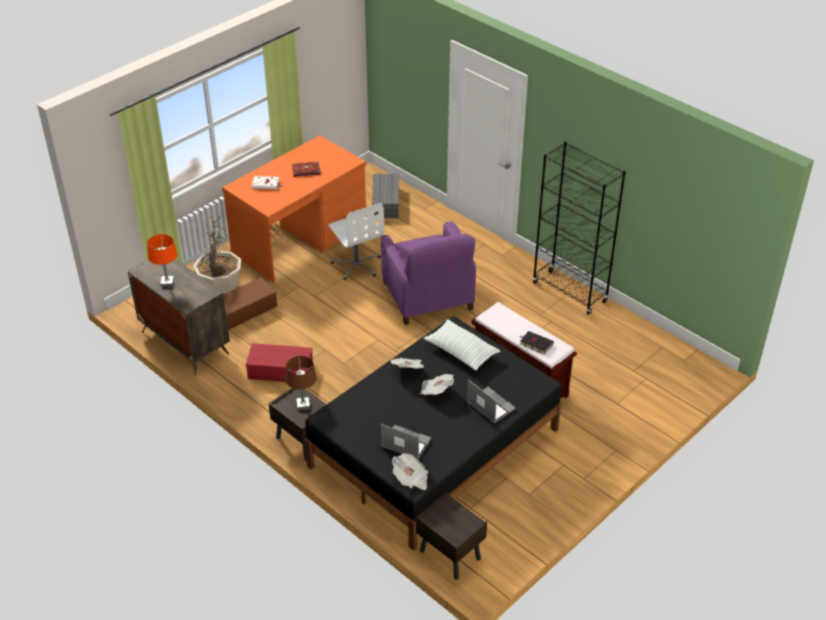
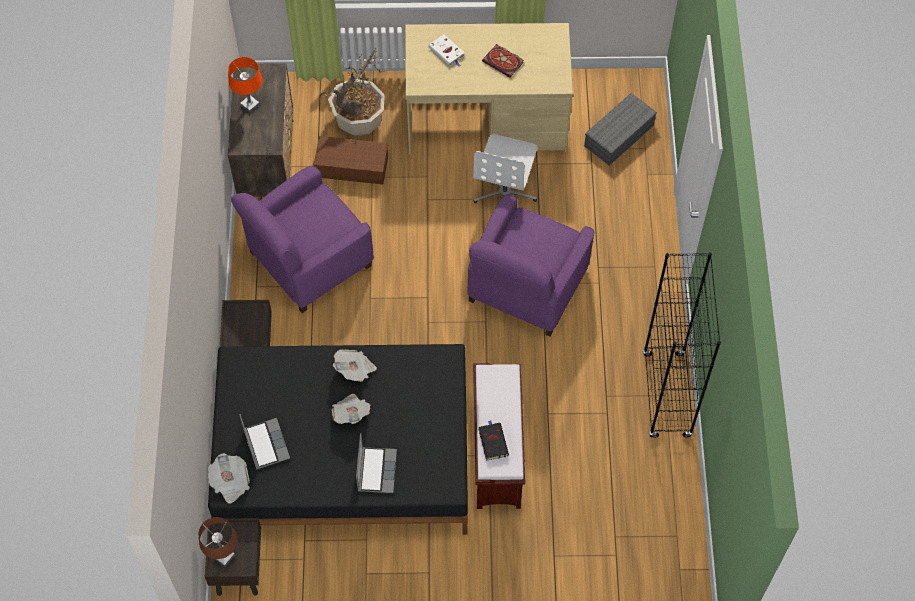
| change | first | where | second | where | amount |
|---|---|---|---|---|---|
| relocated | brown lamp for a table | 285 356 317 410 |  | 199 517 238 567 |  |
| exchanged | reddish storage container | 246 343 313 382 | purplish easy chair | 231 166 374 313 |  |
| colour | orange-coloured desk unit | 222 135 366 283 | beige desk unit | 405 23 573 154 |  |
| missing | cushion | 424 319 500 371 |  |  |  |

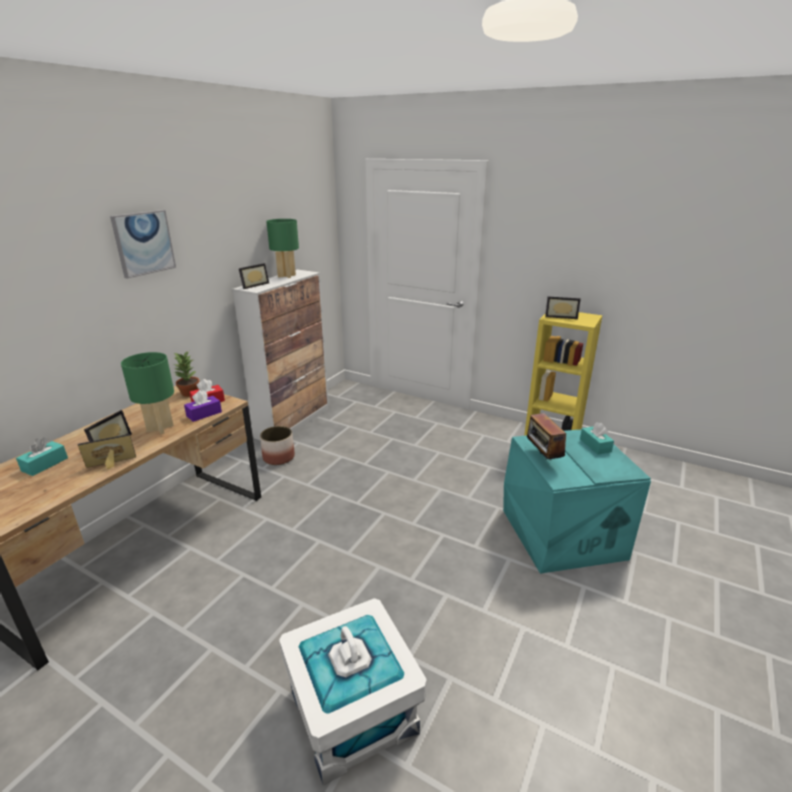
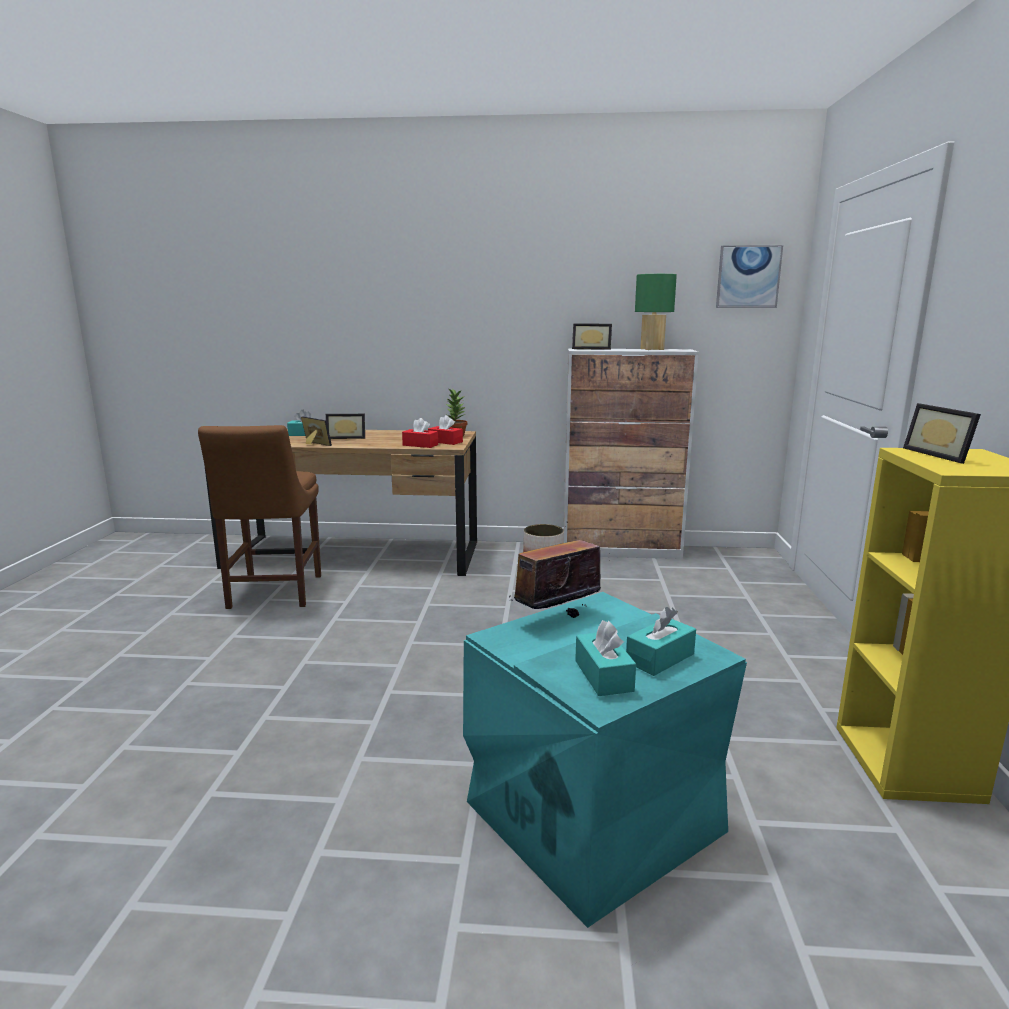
| change | first | where | second | where | amount |
|---|---|---|---|---|---|
| appeared |  |  | brown plain chair | 198 425 321 609 |  |
| colour | purplish tissue holder | 184 390 222 422 | reddish tissue holder | 402 418 438 448 |  |
| appeared |  |  | blue-green tissue holder | 575 620 636 696 |  |
| relocated | wall art | 110 210 176 279 |  | 716 245 783 308 |  |
| missing | greenish lamp for a table | 121 352 174 434 |  |  |  |
| missing | white storage container | 279 598 427 785 |  |  |  |

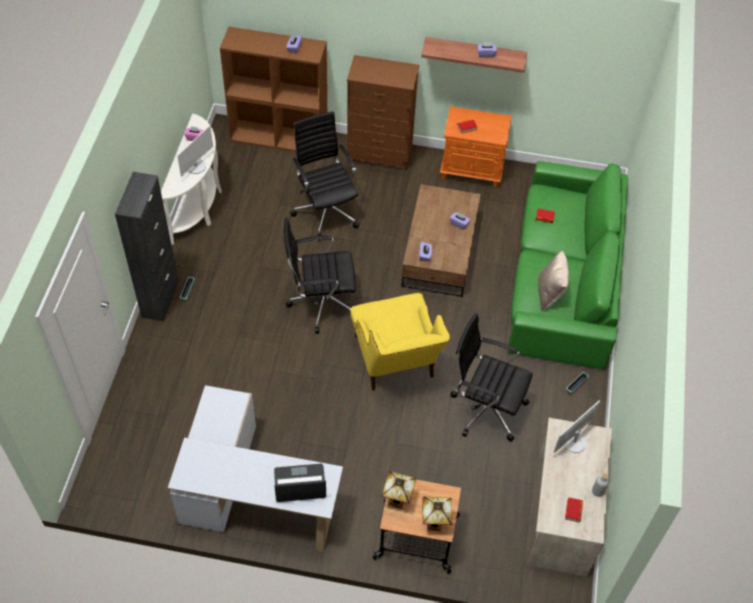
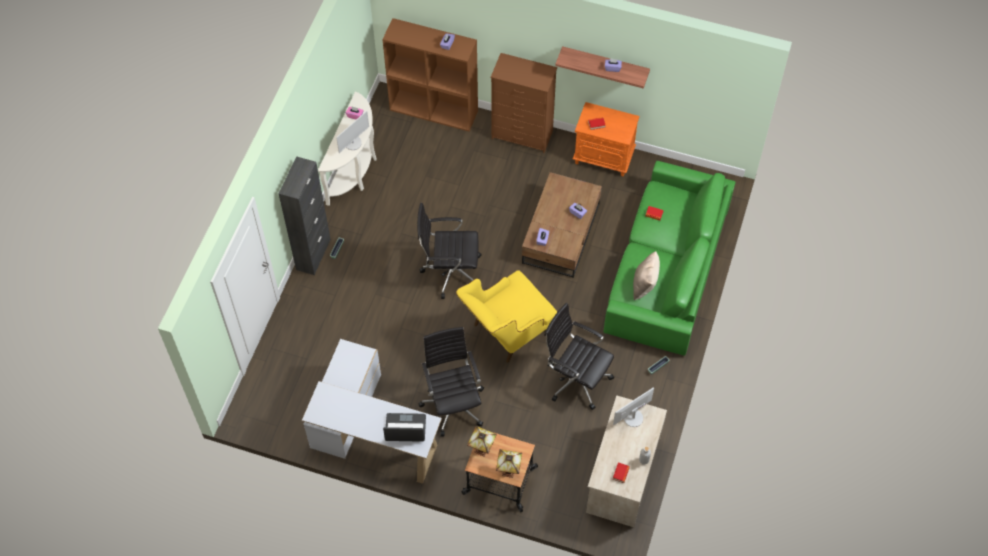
| change | first | where | second | where | amount |
|---|---|---|---|---|---|
| relocated | black desk chair | 290 111 359 236 |  | 418 327 484 437 |  |
| spun | yellowish easy chair | 351 293 451 391 |  | 456 270 557 363 | 60 degrees clockwise |

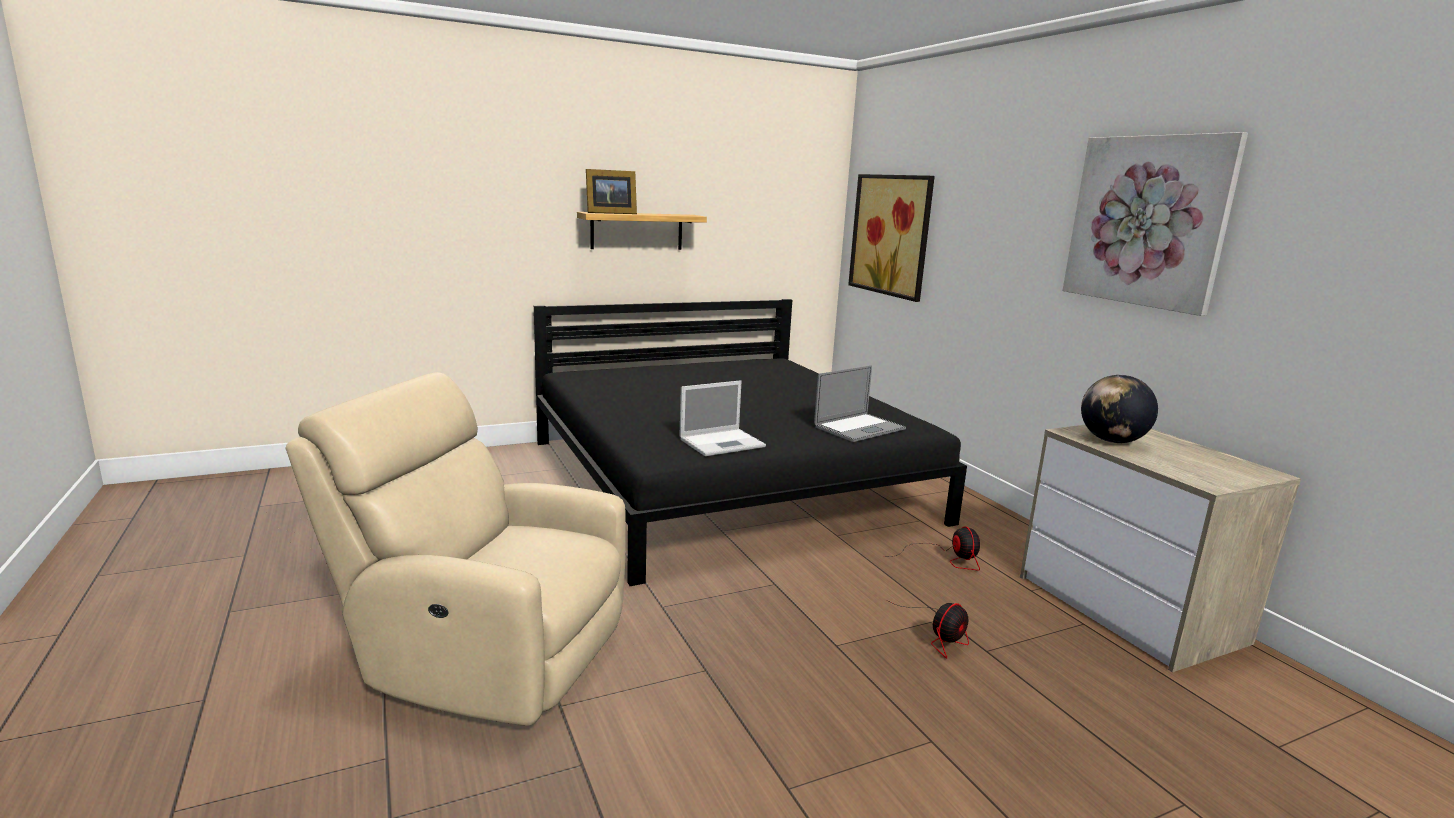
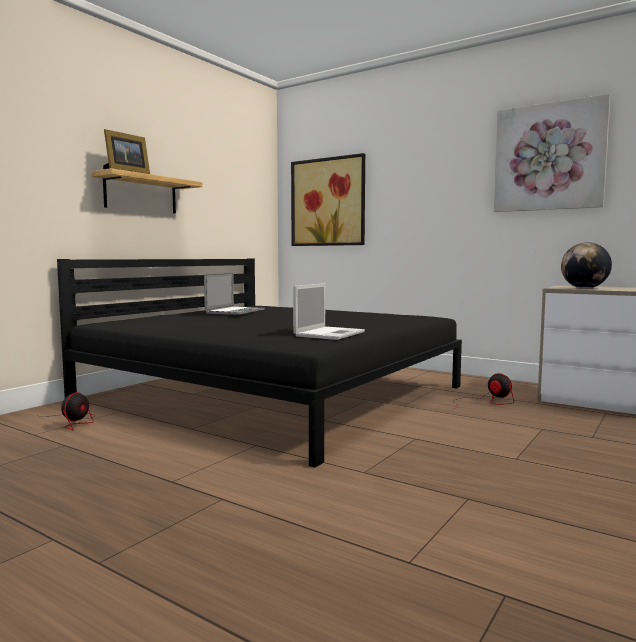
| change | first | where | second | where | amount |
|---|---|---|---|---|---|
| relocated | cooling fan | 887 600 969 659 |  | 42 392 96 431 |  |
| relocated | laptop | 814 365 906 442 |  | 204 272 265 315 |  |
| missing | beige easy chair | 285 372 626 726 |  |  |  |

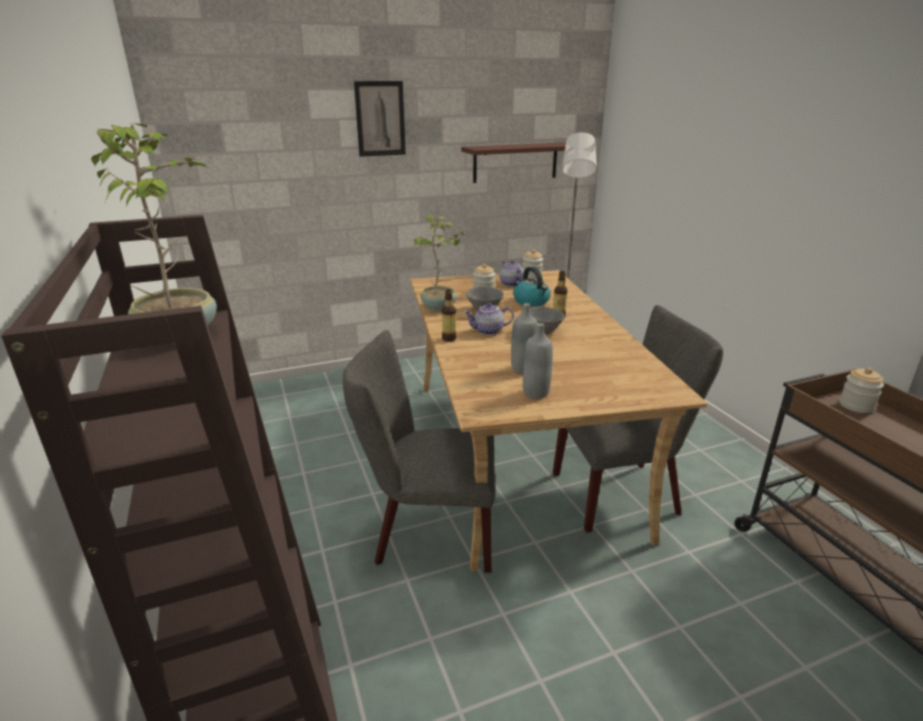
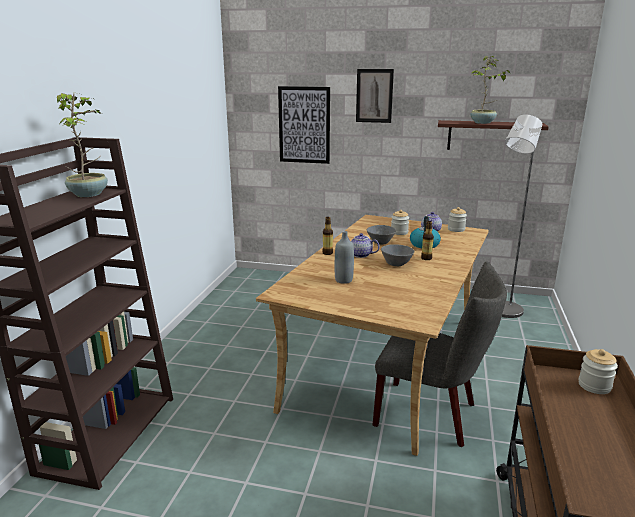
| change | first | where | second | where | amount |
|---|---|---|---|---|---|
| appeared |  |  | wall art | 278 86 330 164 |  |
| relocated | houseplant | 414 215 464 311 |  | 470 56 510 124 |  |
| missing | gray plain chair | 343 330 495 573 |  |  |  |
| missing | gray bottle | 523 323 553 399 |  |  |  |

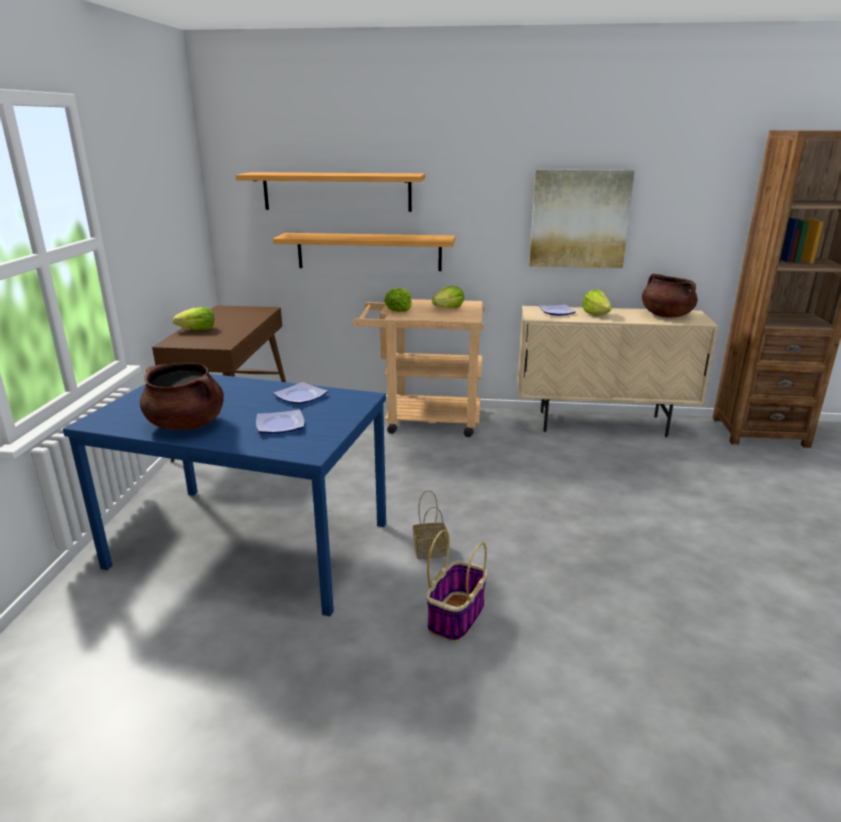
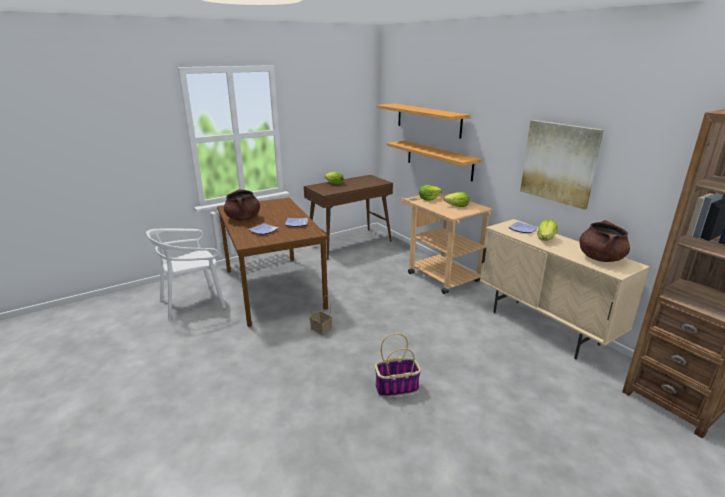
| change | first | where | second | where | amount |
|---|---|---|---|---|---|
| appeared |  |  | white plain chair | 146 229 226 320 |  |
| colour | bluish dining table | 63 374 386 617 | brown dining table | 217 197 328 327 |  |
| relocated | basket | 426 530 487 642 |  | 375 333 421 397 |  |

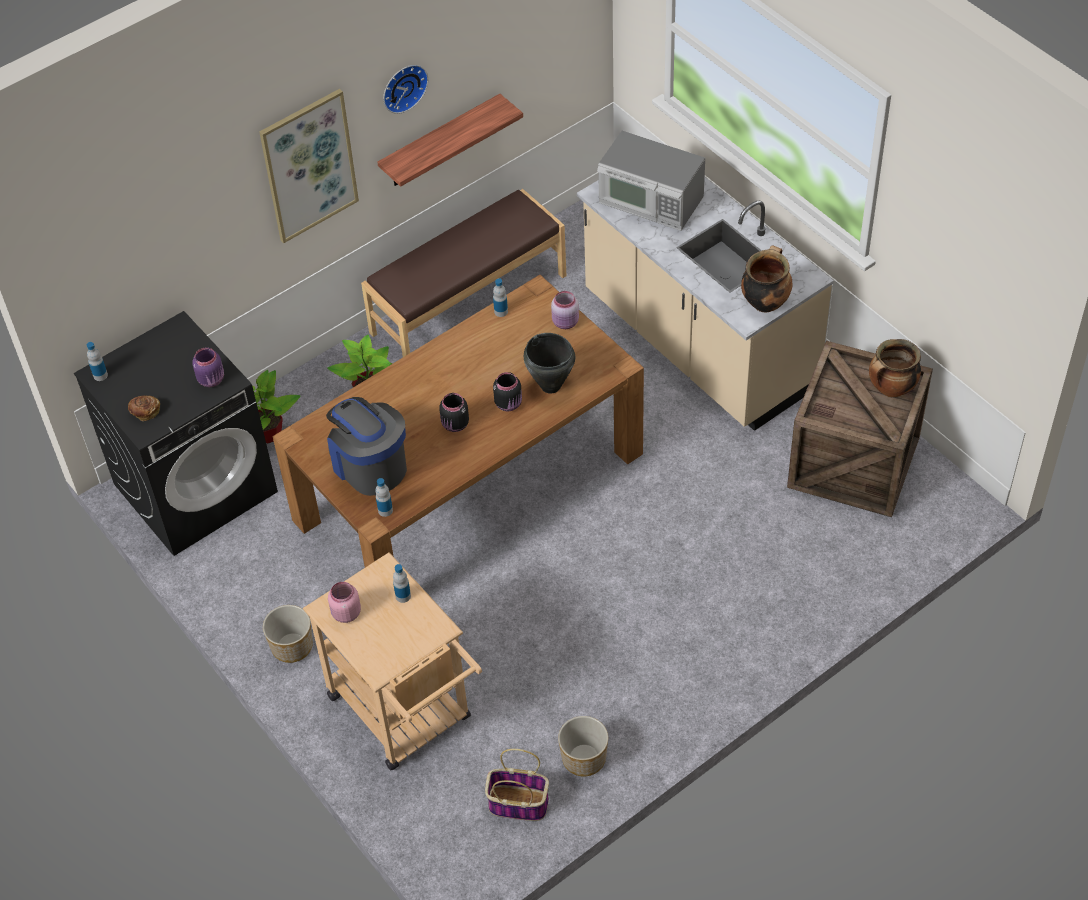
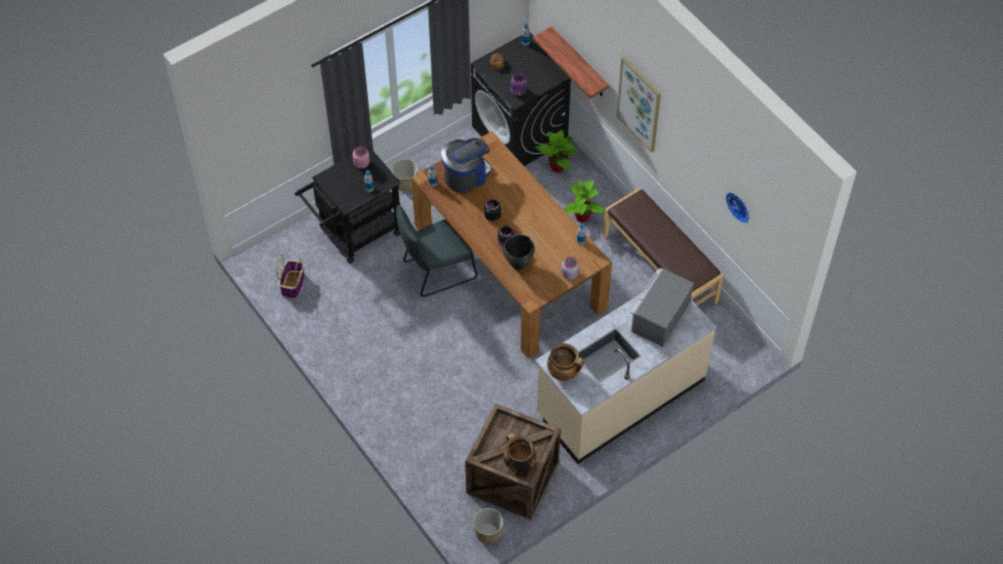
| change | first | where | second | where | amount |
|---|---|---|---|---|---|
| colour | beige cart | 303 552 482 770 | black cart | 295 146 401 263 |  |
| appeared |  |  | gray plain chair | 396 205 477 297 |  |
| relocated | plant pot | 558 716 608 777 |  | 473 508 503 544 |  |
| relocated | bracket shelf | 377 94 523 187 |  | 533 26 609 98 |  |
| relocated | hanging clock | 383 65 428 114 |  | 726 192 749 223 |  |

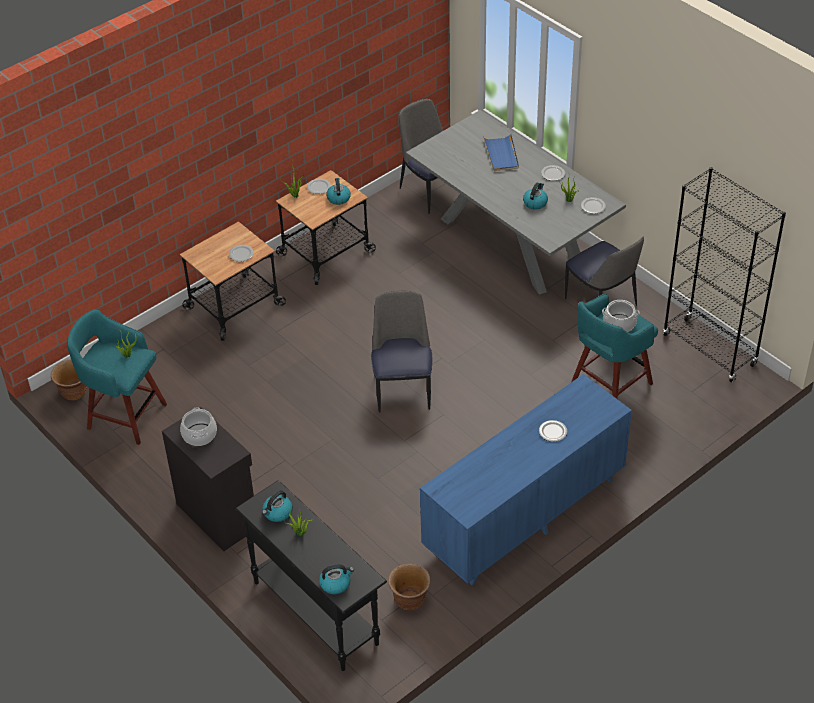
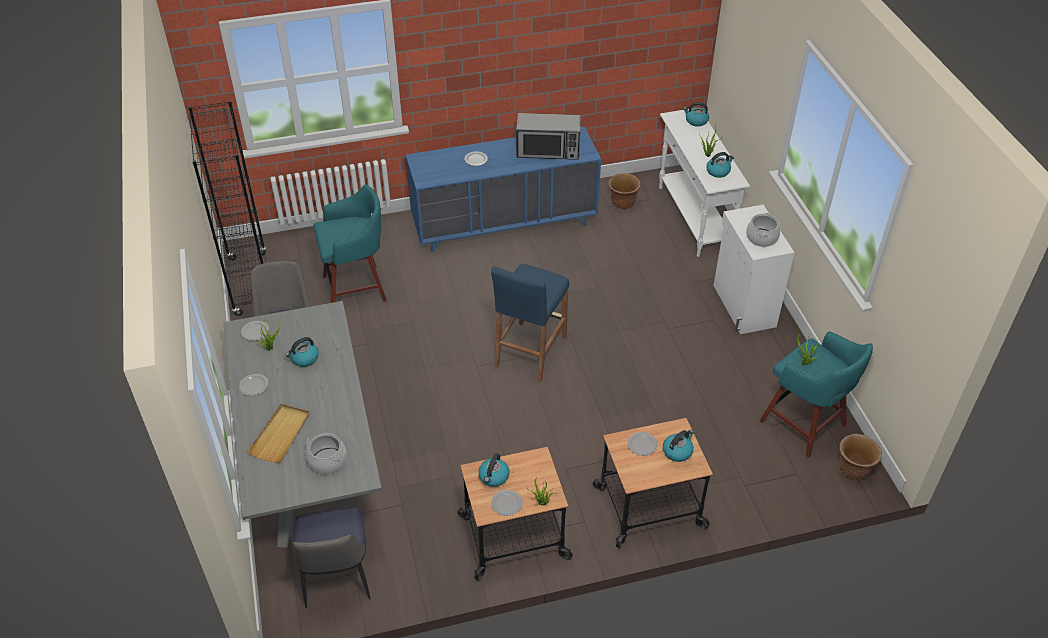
| change | first | where | second | where | amount |
|---|---|---|---|---|---|
| colour | bluish carrying tray | 483 134 519 171 | beige carrying tray | 247 404 310 463 |  |
| relocated | stockpot | 602 300 640 332 |  | 306 433 347 474 |  |
| exchanged | plain chair | 371 290 433 413 | bluish sitting stool | 491 264 569 382 |  |
| appeared |  |  | microwave | 516 113 581 160 |  |
| colour | black console table | 235 480 387 671 | white console table | 659 109 750 257 |  |
| appeared |  |  | water kettle | 663 430 694 462 |  |
| colour | black cabinet | 162 407 254 551 | white cabinet | 713 205 795 334 |  |

